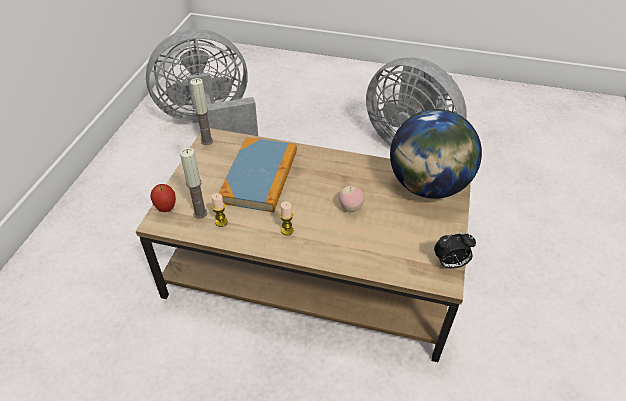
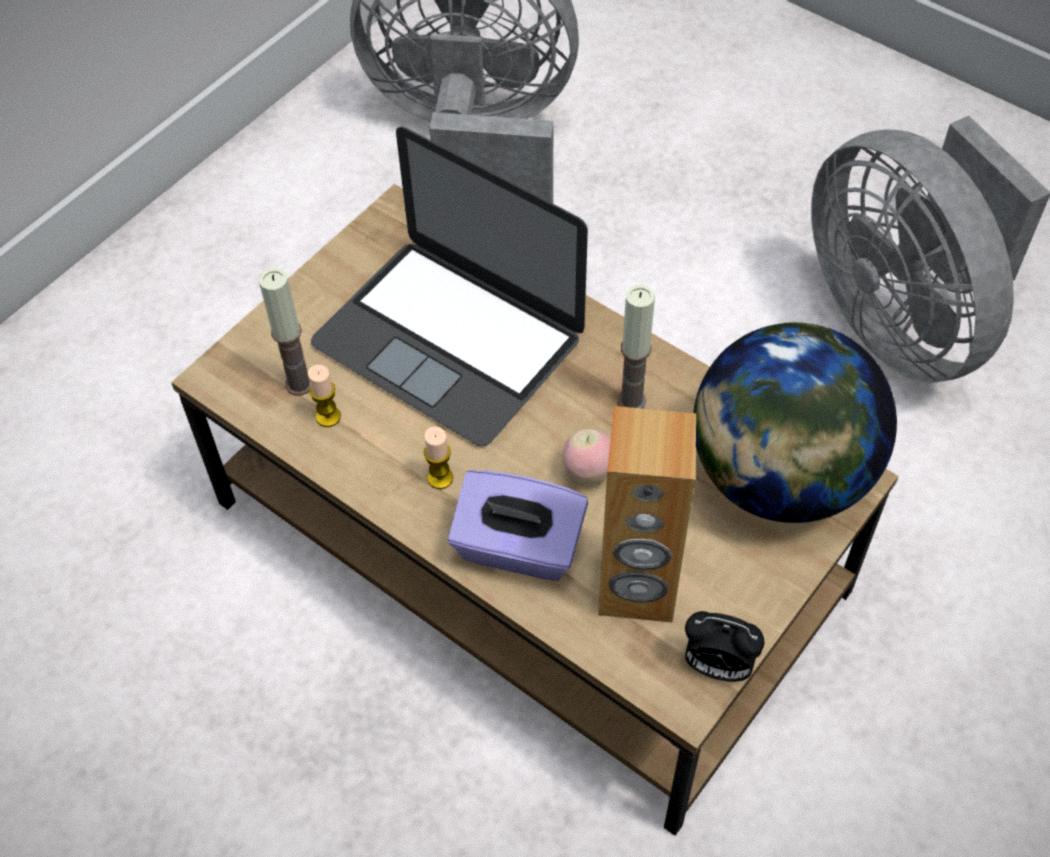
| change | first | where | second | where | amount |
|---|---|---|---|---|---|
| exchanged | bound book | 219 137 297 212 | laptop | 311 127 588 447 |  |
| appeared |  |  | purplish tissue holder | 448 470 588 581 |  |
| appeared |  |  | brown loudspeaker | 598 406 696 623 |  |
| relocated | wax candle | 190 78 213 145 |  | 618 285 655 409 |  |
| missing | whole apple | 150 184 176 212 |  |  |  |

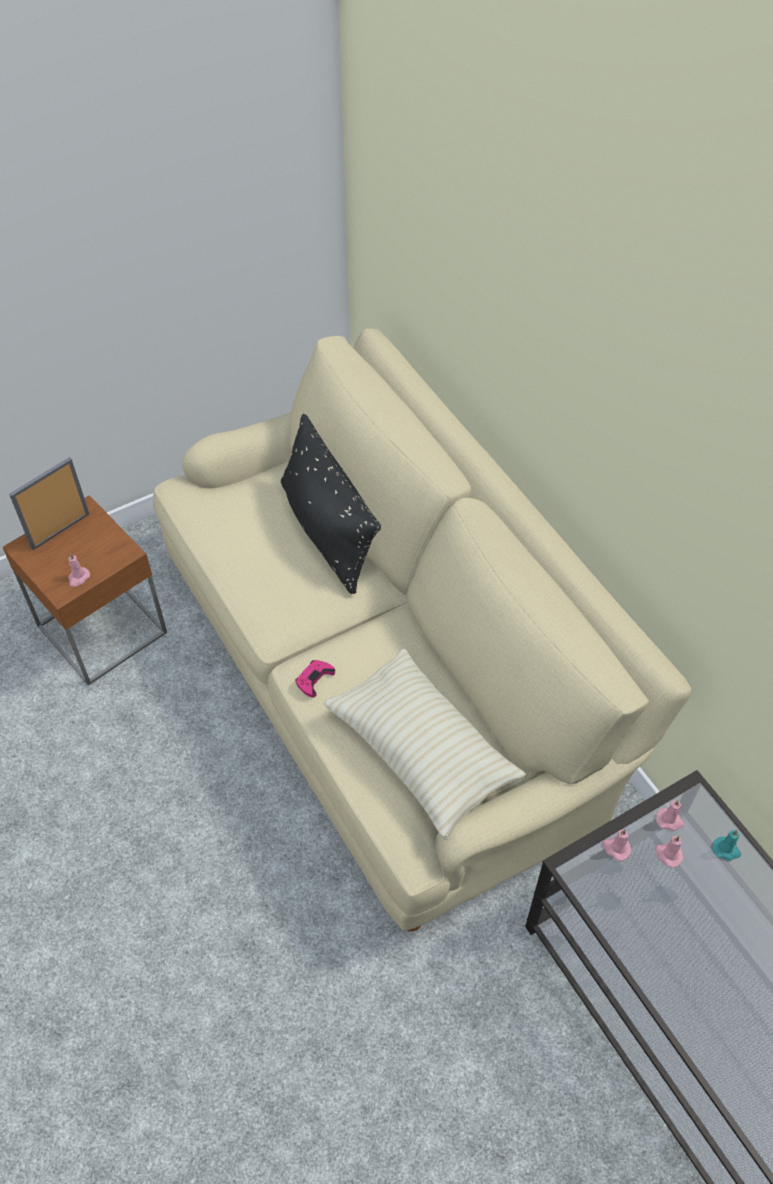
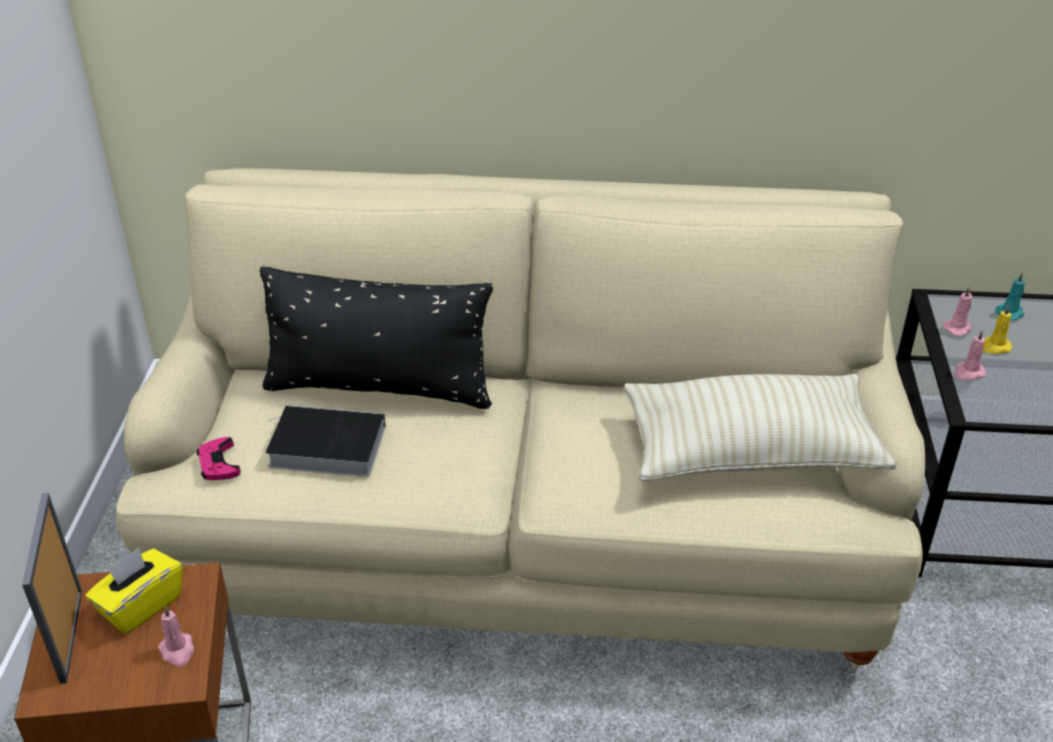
| change | first | where | second | where | amount |
|---|---|---|---|---|---|
| appeared |  |  | yellowish tissue holder | 85 547 183 634 |  |
| relocated | pinkish game controller | 295 660 335 698 |  | 197 437 241 480 |  |
| appeared |  |  | bound book | 266 405 386 477 |  |
| colour | pinkish wax candle | 655 836 683 868 | yellowish wax candle | 983 305 1012 354 |  |

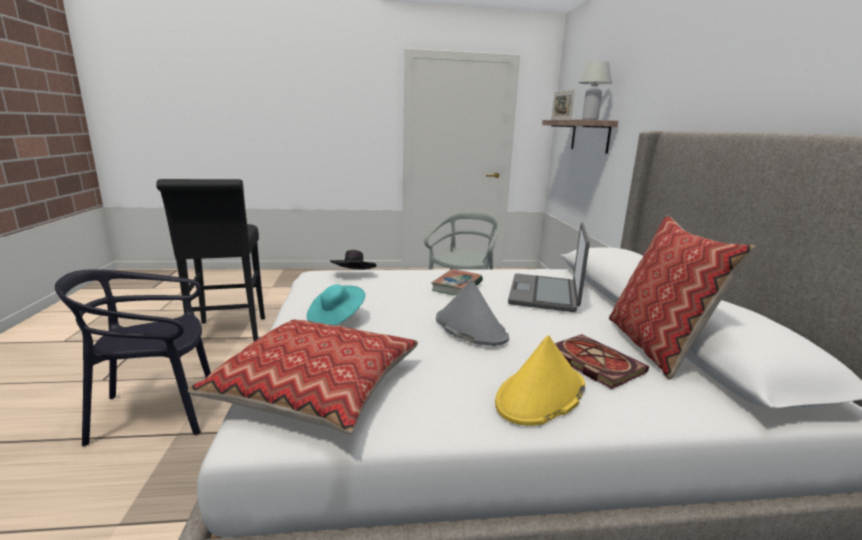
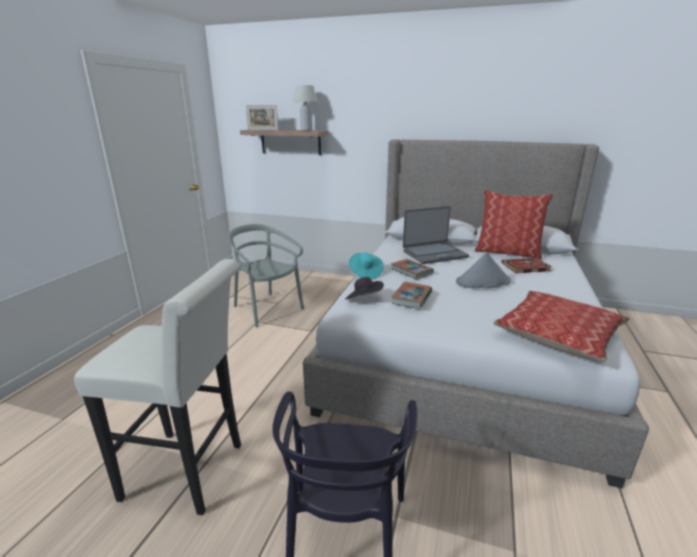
| change | first | where | second | where | amount |
|---|---|---|---|---|---|
| colour | black sitting stool | 156 179 265 350 | white sitting stool | 74 259 241 515 |  |
| relocated | blue-green hat | 307 284 365 326 |  | 349 253 384 280 |  |
| appeared |  |  | bound book | 391 281 432 309 |  |
| spun | laptop | 508 222 590 312 |  | 403 206 469 264 | 60 degrees counterclockwise |
| missing | yellowish hat | 495 335 585 426 |  |  |  |

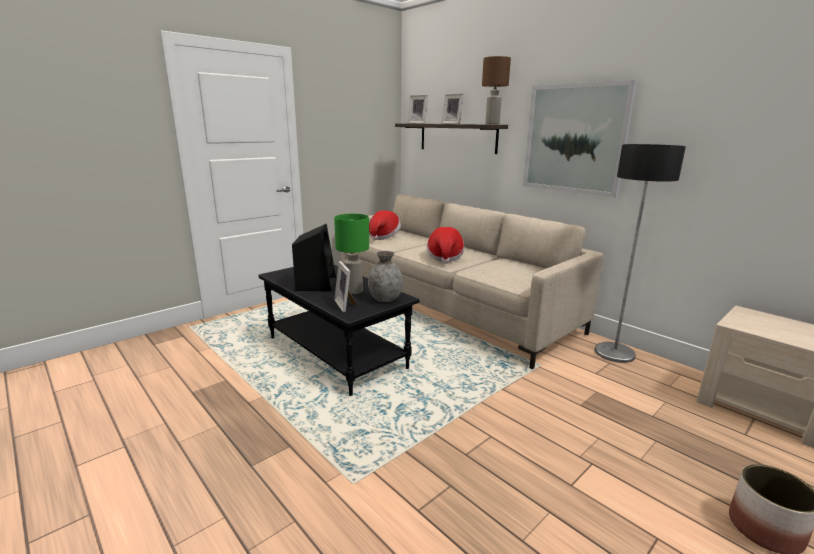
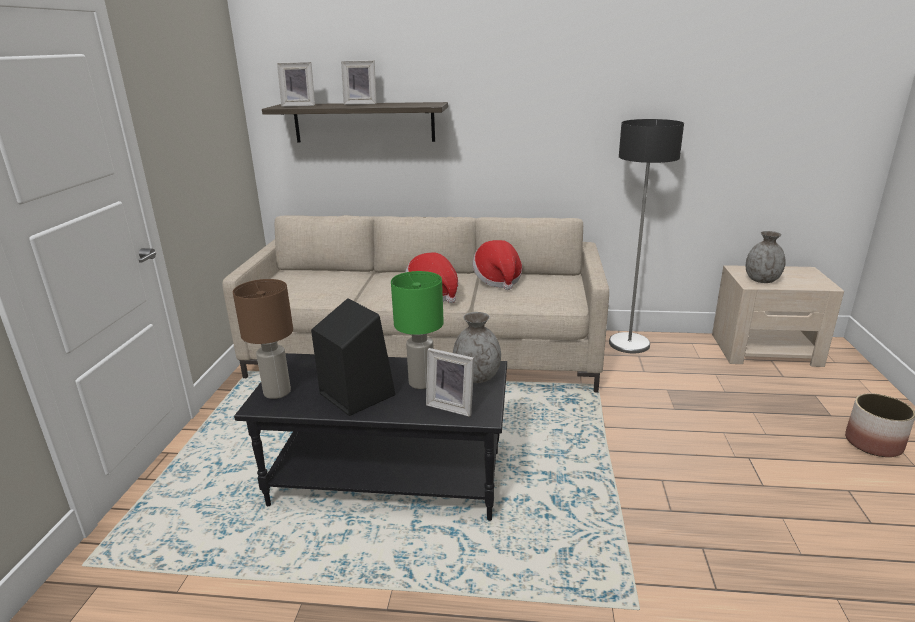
| change | first | where | second | where | amount |
|---|---|---|---|---|---|
| relocated | brown lamp for a table | 482 56 511 124 |  | 233 279 293 399 |  |
| relocated | hat | 369 210 401 241 |  | 473 240 522 290 |  |
| appeared |  |  | gray vase | 746 231 786 283 |  |
| missing | wall art | 523 80 637 198 |  |  |  |

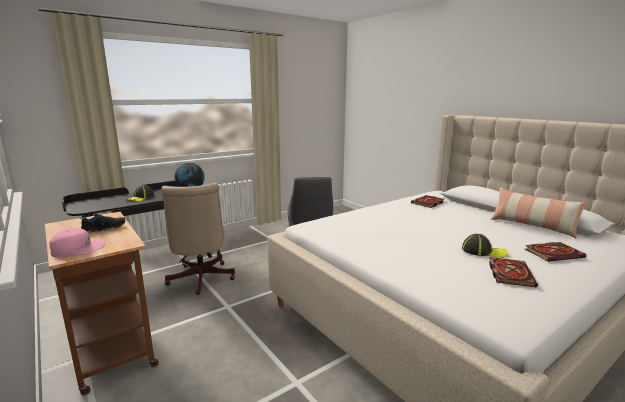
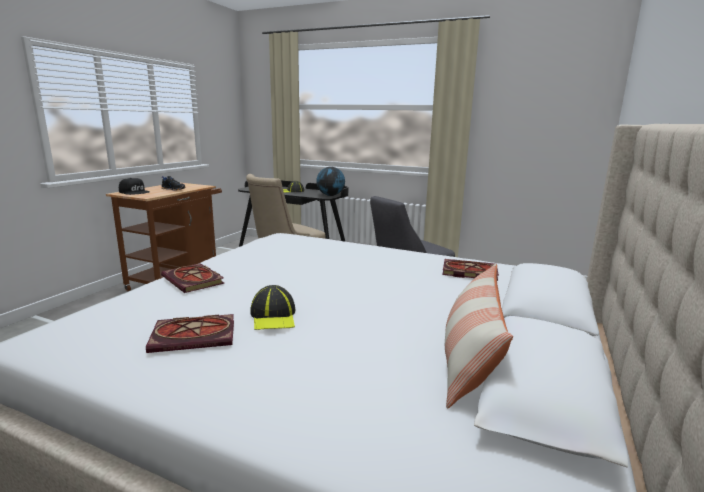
| change | first | where | second | where | amount |
|---|---|---|---|---|---|
| colour | pinkish cap | 49 228 105 258 | black cap | 119 178 150 195 |  |
| relocated | bound book | 525 242 587 262 |  | 161 263 225 293 |  |

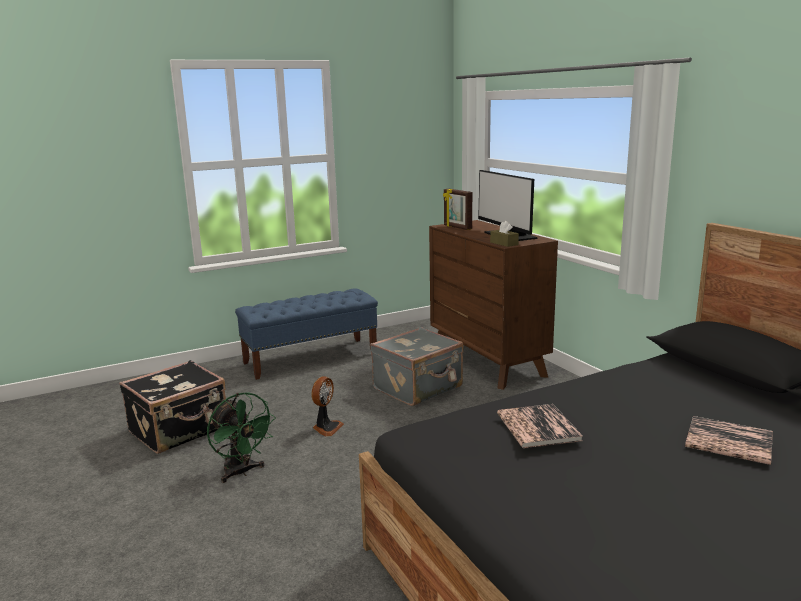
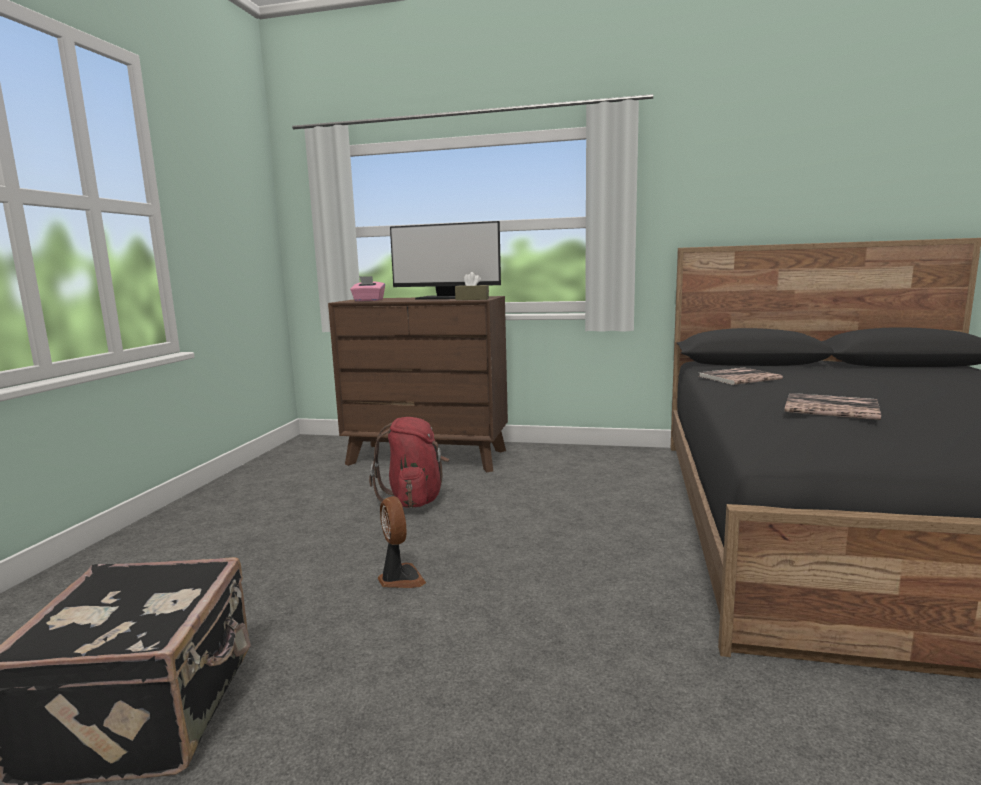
| change | first | where | second | where | amount |
|---|---|---|---|---|---|
| exchanged | standing frame | 443 189 472 230 | pinkish tissue holder | 350 276 385 301 |  |
| exchanged | gray travel case | 370 327 463 406 | reddish rucksack | 369 417 449 508 |  |
| relocated | bound book | 685 416 773 465 |  | 698 367 783 385 |  |
| missing | greenish cooling fan | 207 392 276 483 |  |  |  |
| missing | bluish long seat | 235 288 378 380 |  |  |  |

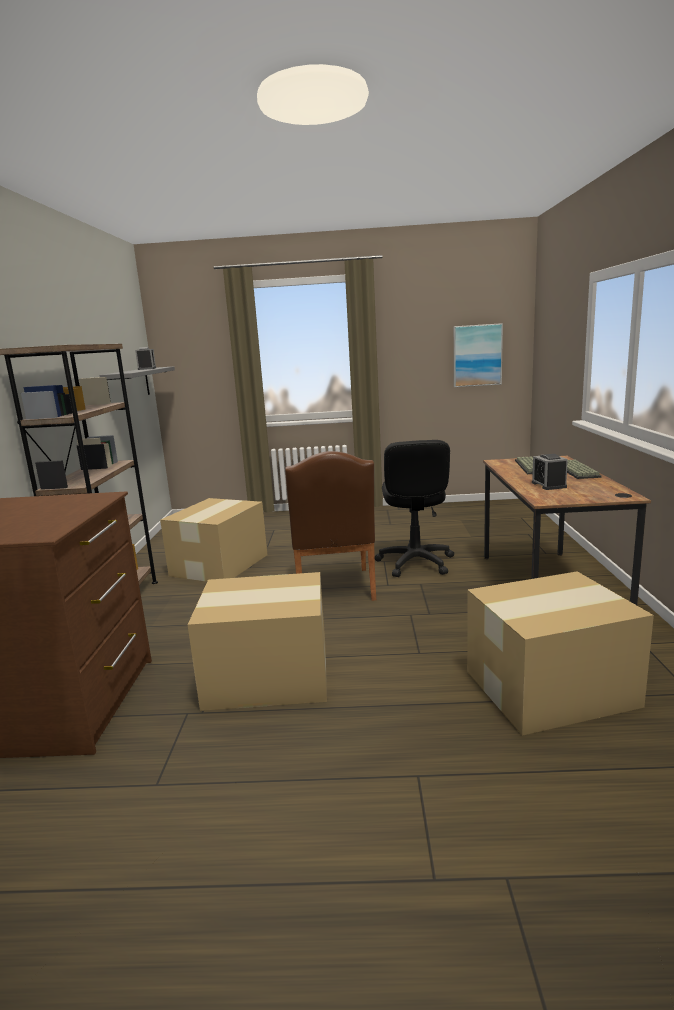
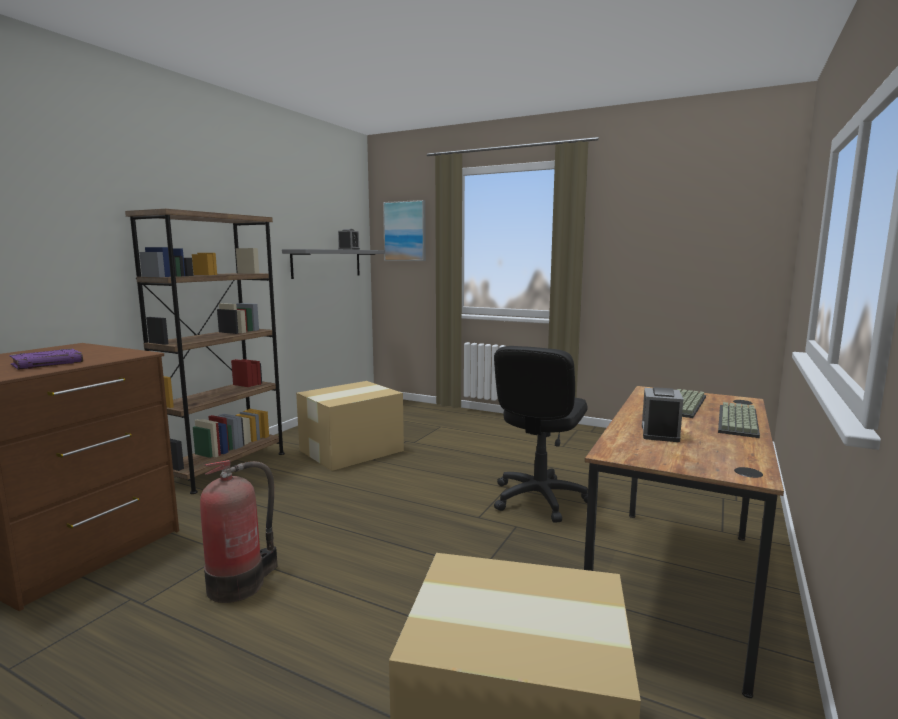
| change | first | where | second | where | amount |
|---|---|---|---|---|---|
| appeared |  |  | purplish bound book | 9 349 83 370 |  |
| exchanged | carton | 188 572 327 711 | fire-fighting cylinder | 200 460 278 603 |  |
| relocated | wall art | 454 323 503 387 |  | 383 200 426 261 |  |
| missing | brown plain chair | 285 451 376 601 |  |  |  |

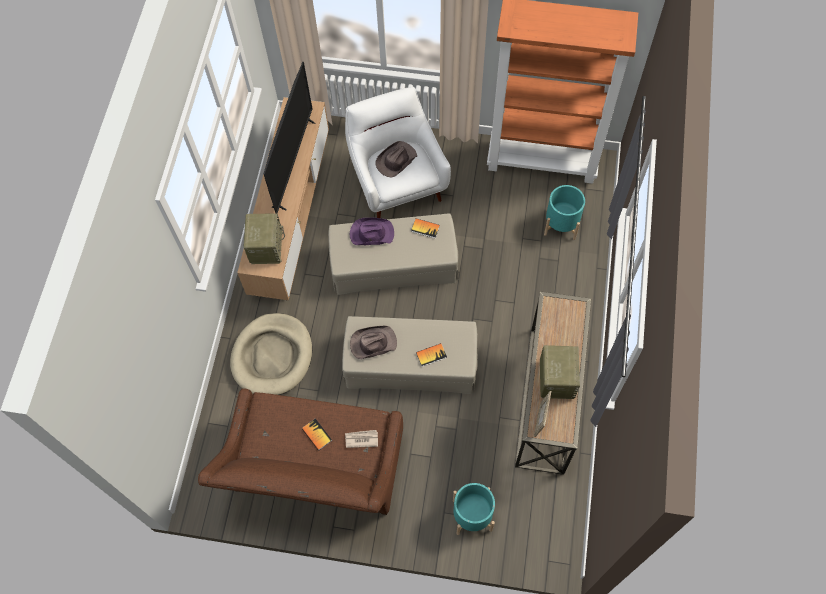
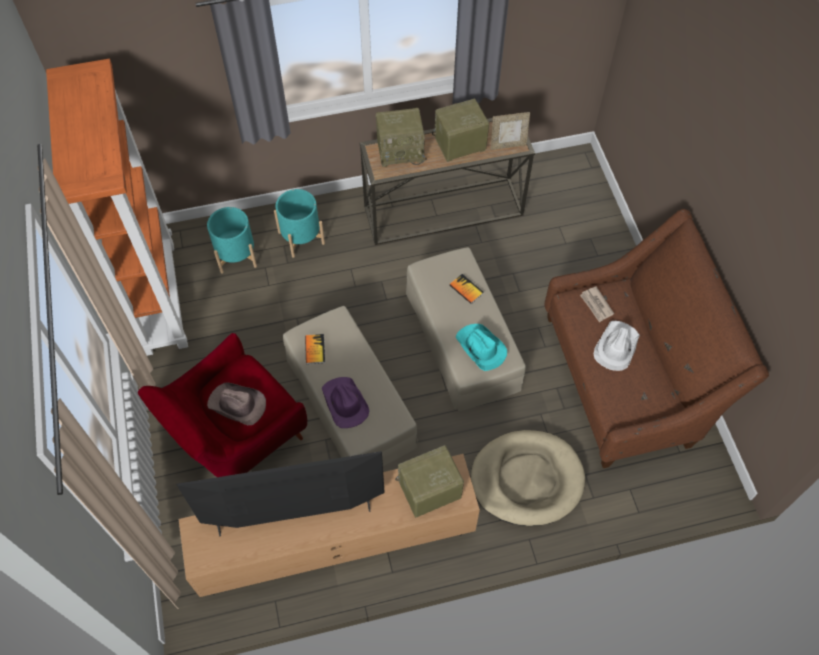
| change | first | where | second | where | amount |
|---|---|---|---|---|---|
| colour | white easy chair | 345 87 451 218 | reddish easy chair | 138 333 307 477 |  |
| relocated | blue-green plant pot | 453 483 495 535 |  | 274 189 325 258 |  |
| appeared |  |  | radio | 376 108 426 167 |  |
| colour | brown hat | 350 326 397 359 | blue-green hat | 456 324 507 371 |  |
| exchanged | bound book | 302 418 332 451 | white hat | 594 321 640 371 |  |

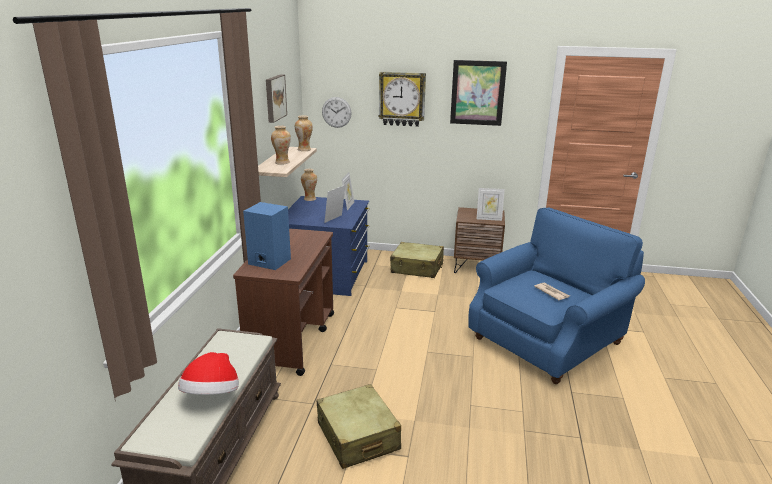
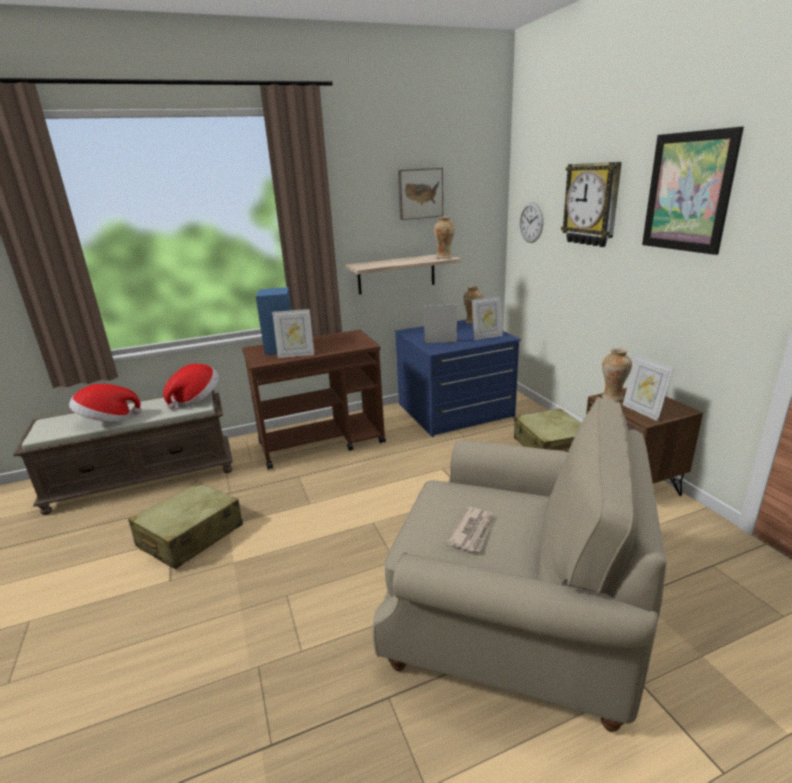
| change | first | where | second | where | amount |
|---|---|---|---|---|---|
| appeared |  |  | hat | 163 364 219 409 |  |
| appeared |  |  | standing frame | 272 309 314 358 |  |
| colour | bluish easy chair | 468 208 645 384 | beige easy chair | 373 397 667 732 |  |
| relocated | vase | 271 126 291 165 |  | 602 348 632 401 |  |

